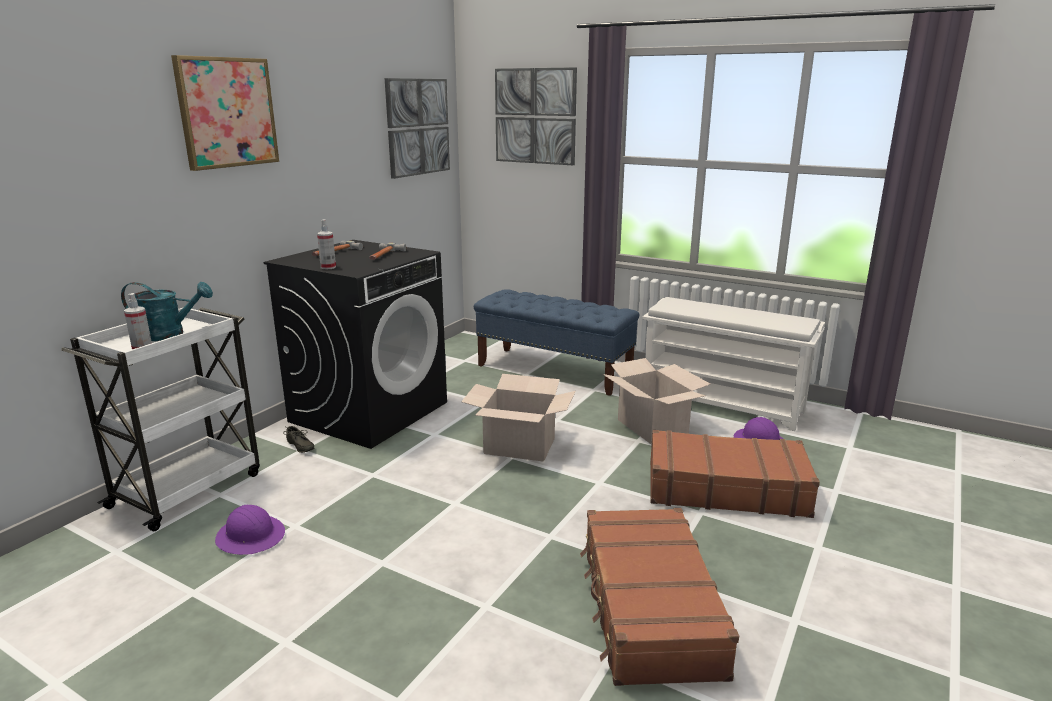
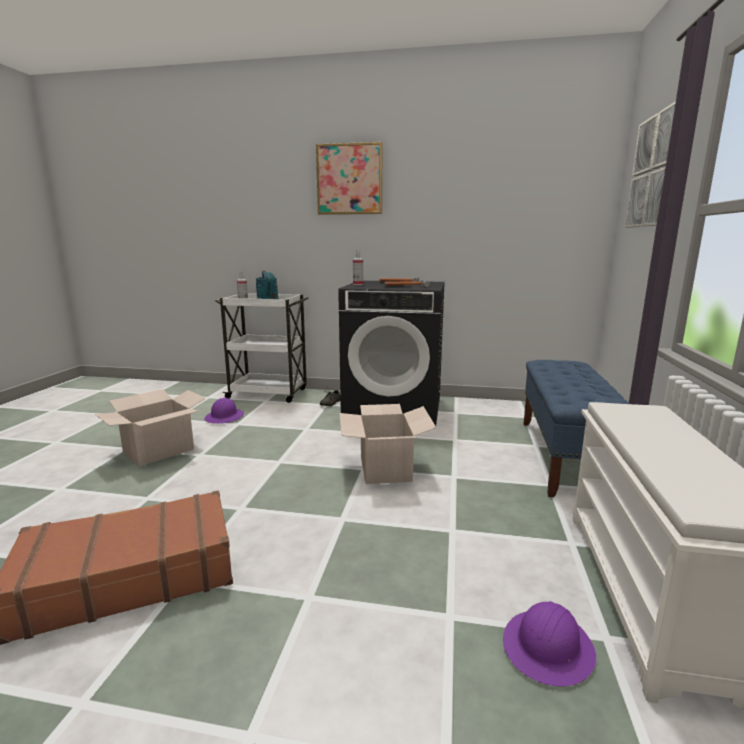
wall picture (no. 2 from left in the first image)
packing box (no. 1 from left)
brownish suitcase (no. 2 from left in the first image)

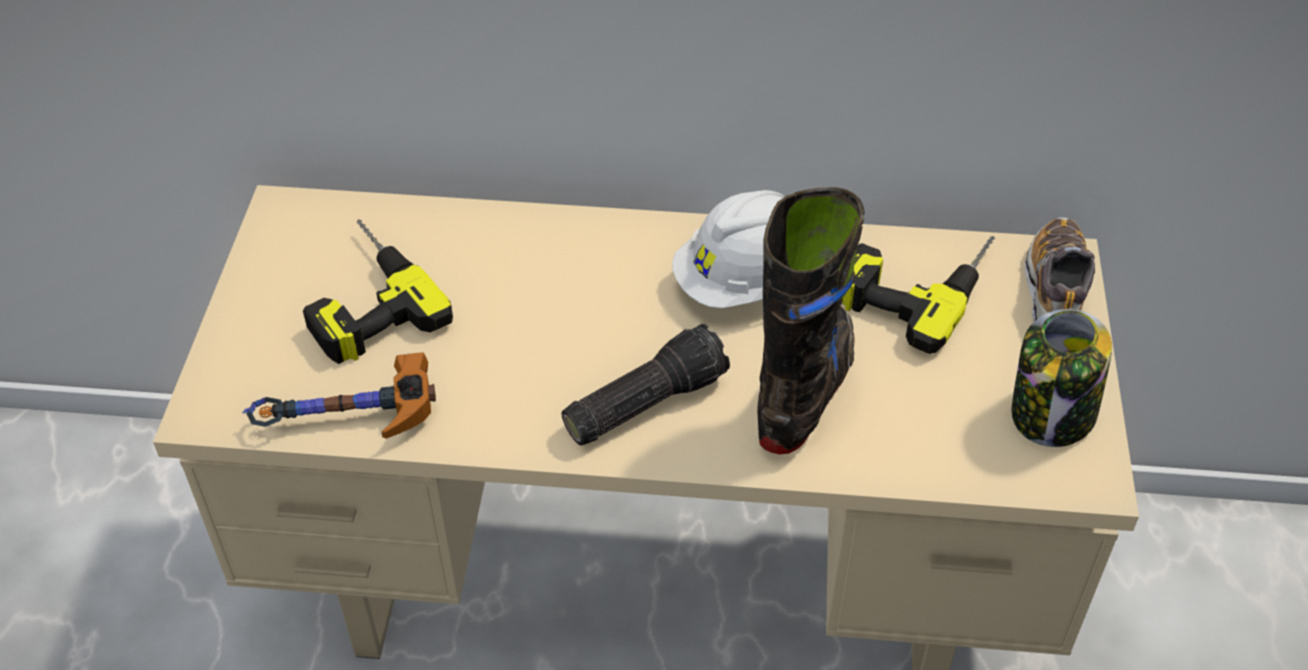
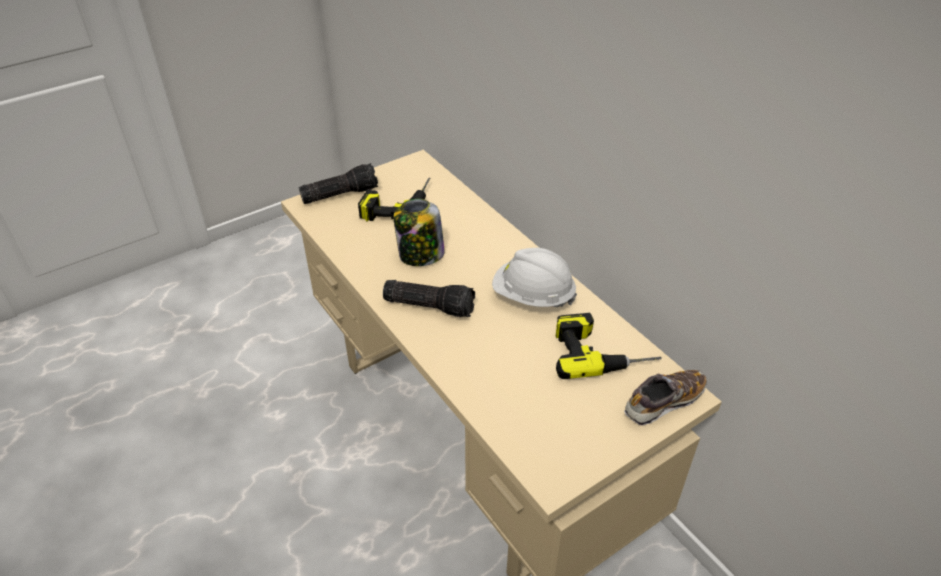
black-coloured boot
storage jar
hand hammer
flashlight (no. 1 from left)

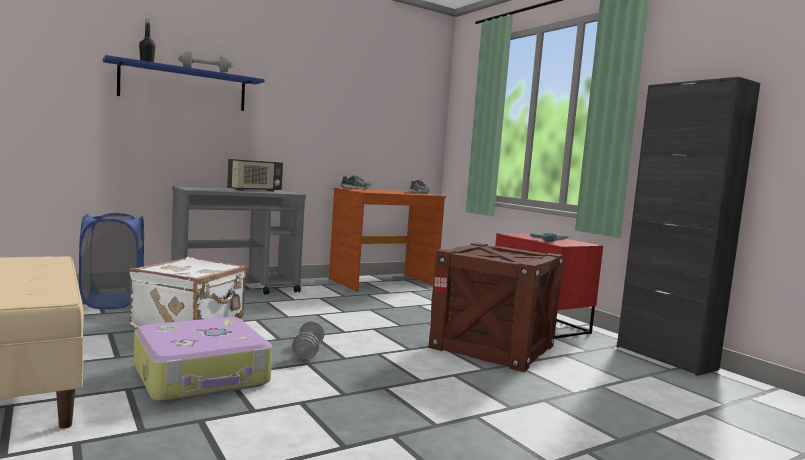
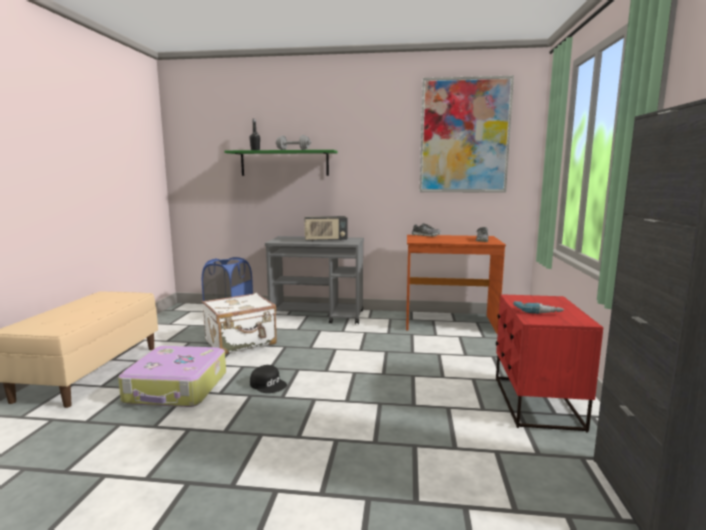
greenish shelf
shipping crate
black-coloured baseball cap
wall picture

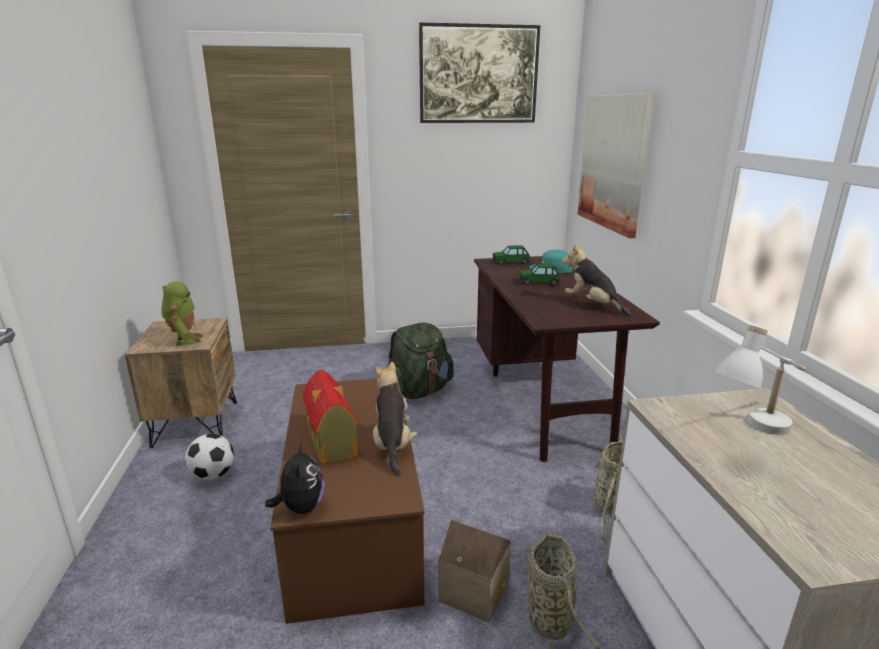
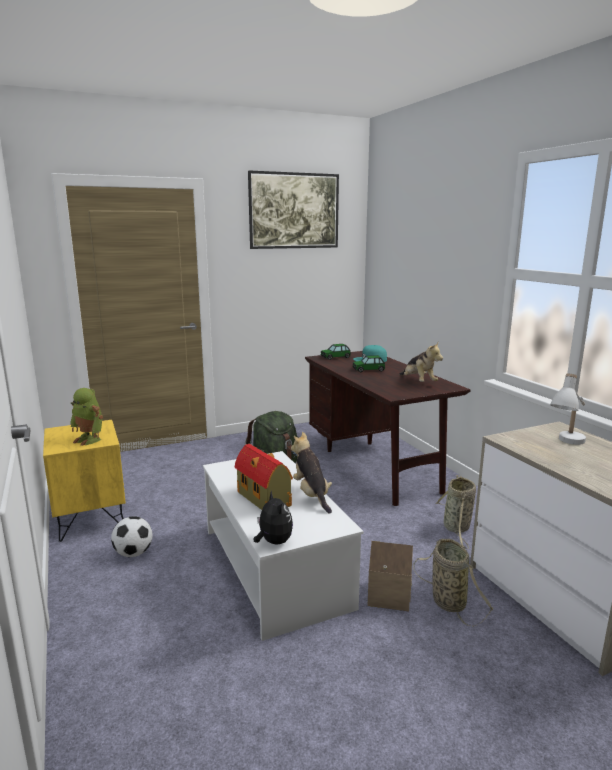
wall picture (no. 2 from left in the first image)
cuddly toy (no. 3 from left)
toy robot
yellow-coloured night table
white-coloured coffee table

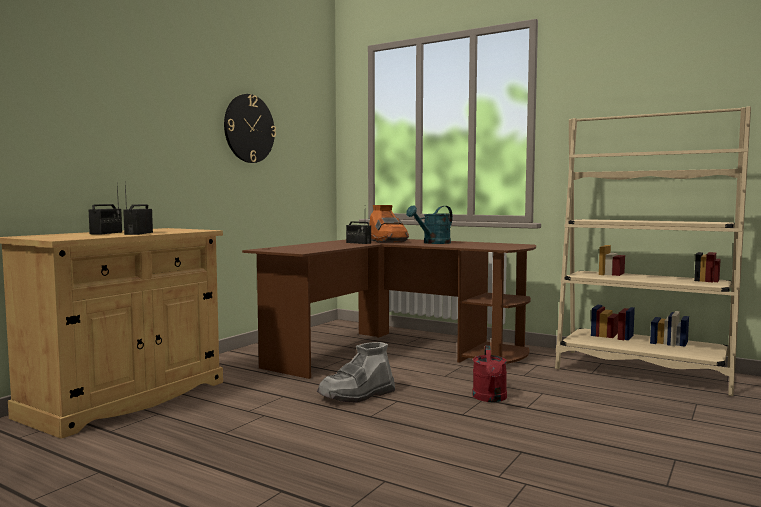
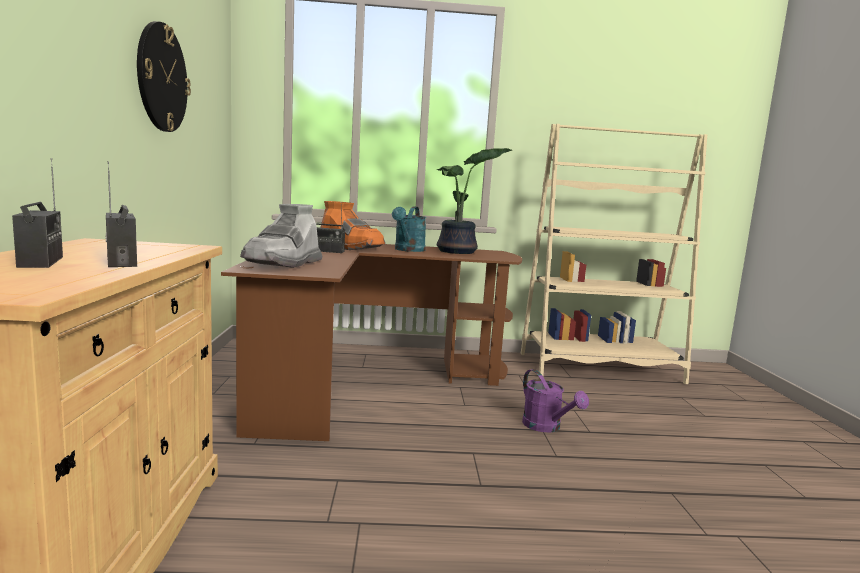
greyish boot
purplish watering pot
plant in a pot

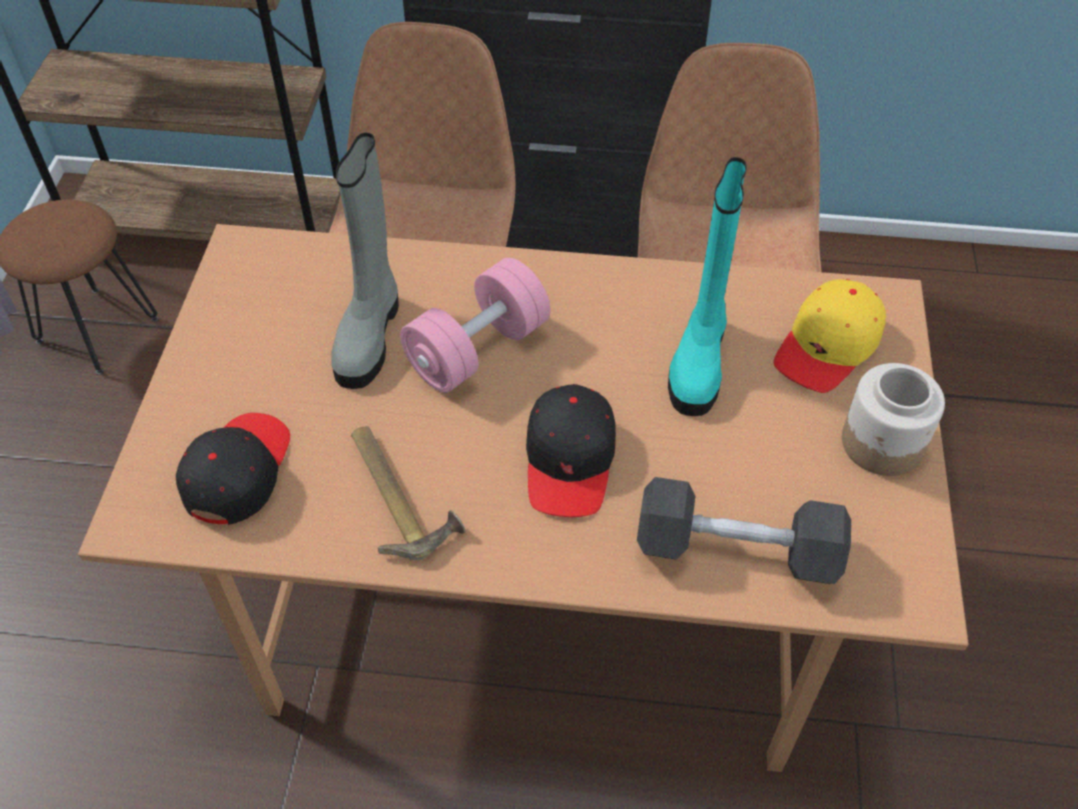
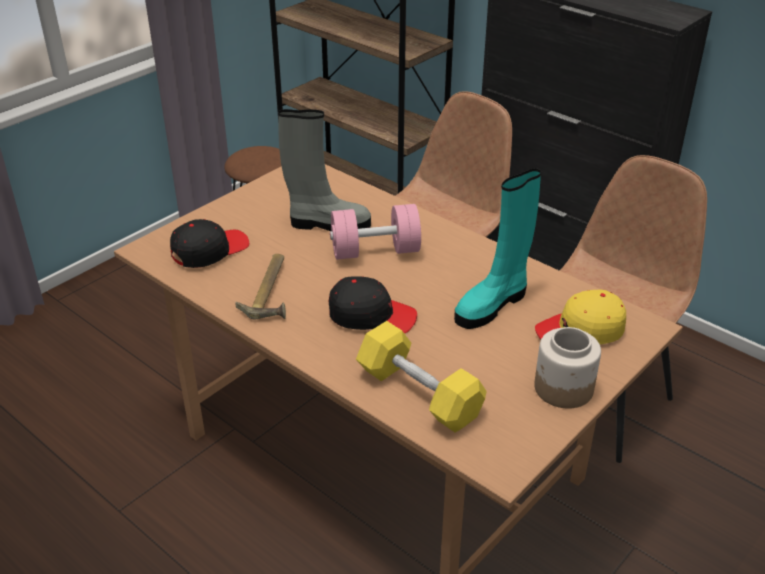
greyish boot
black-coloured baseball cap (no. 2 from left)
yellow-coloured hand weight

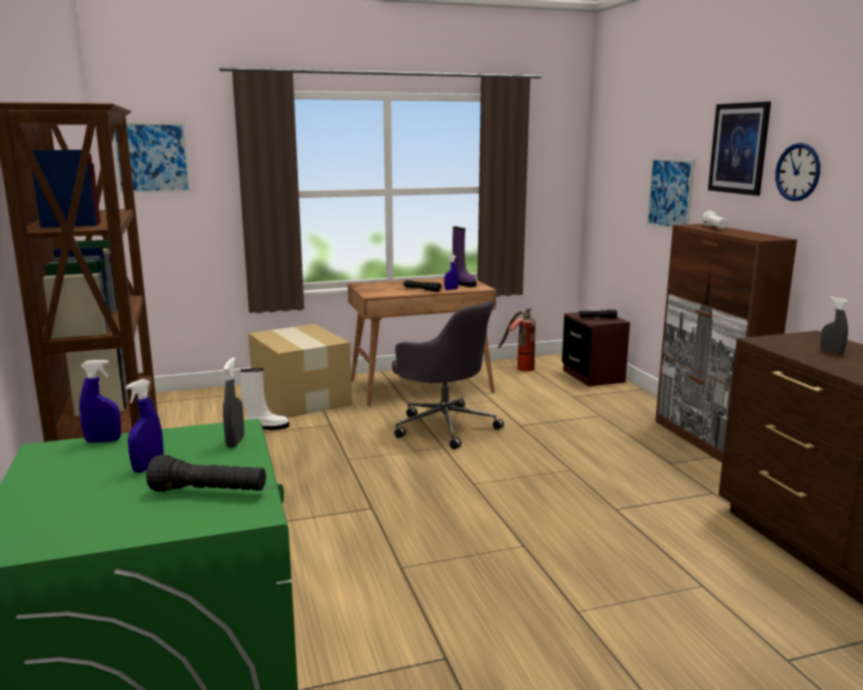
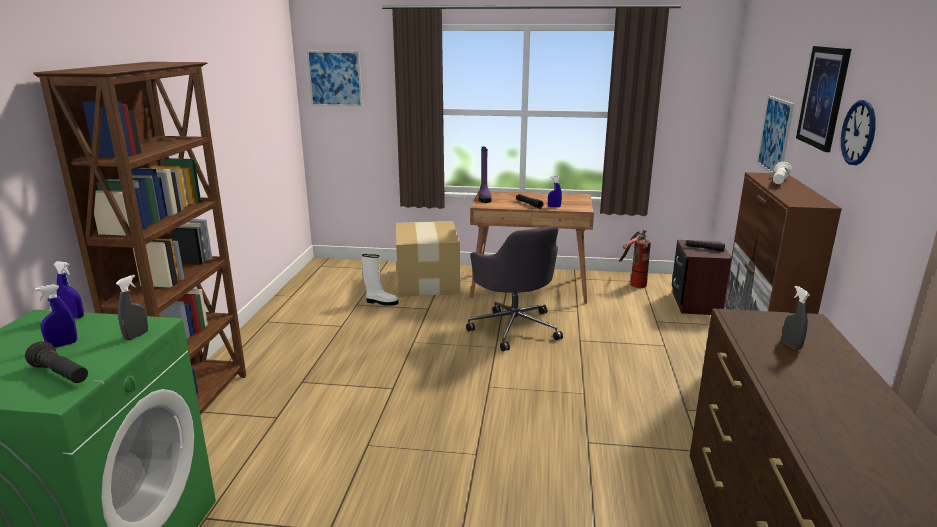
purplish boot

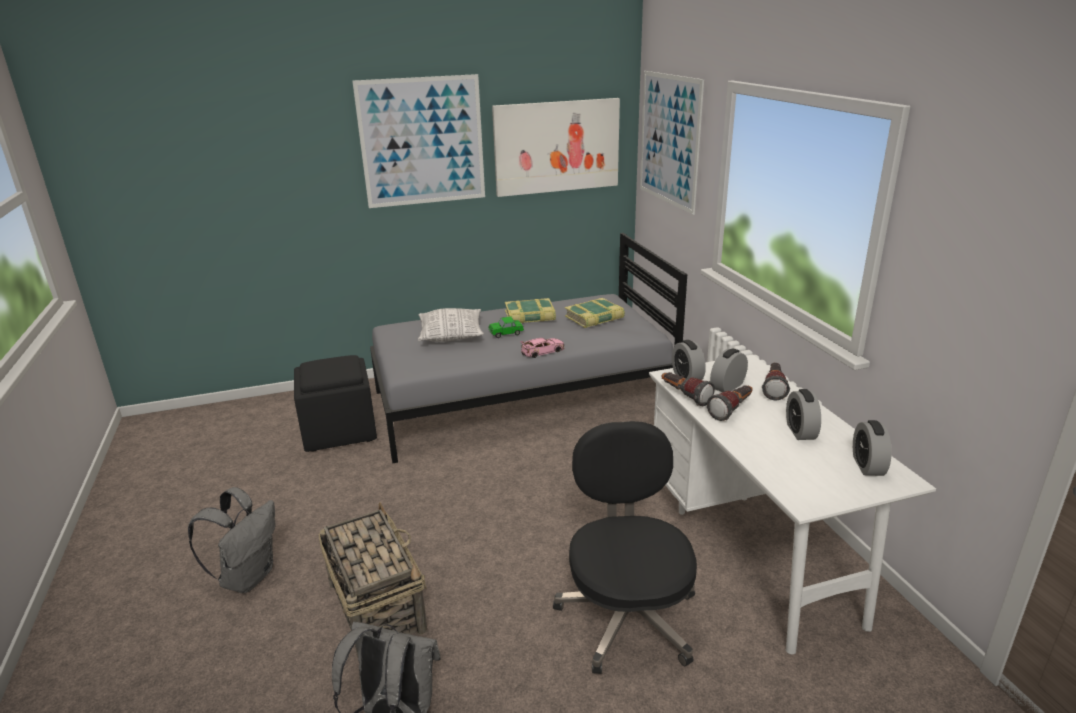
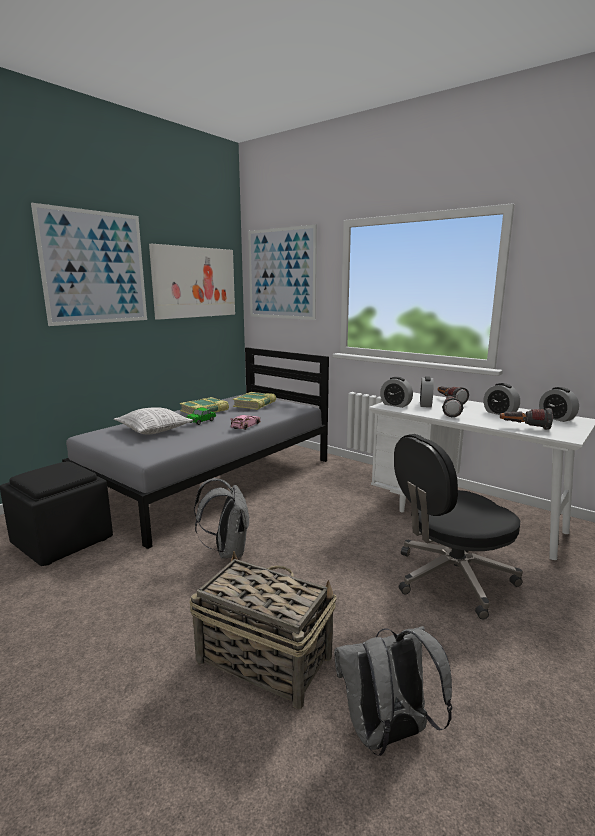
flashlight (no. 3 from left)
black-coloured computer chair
greyish knapsack (no. 1 from left)

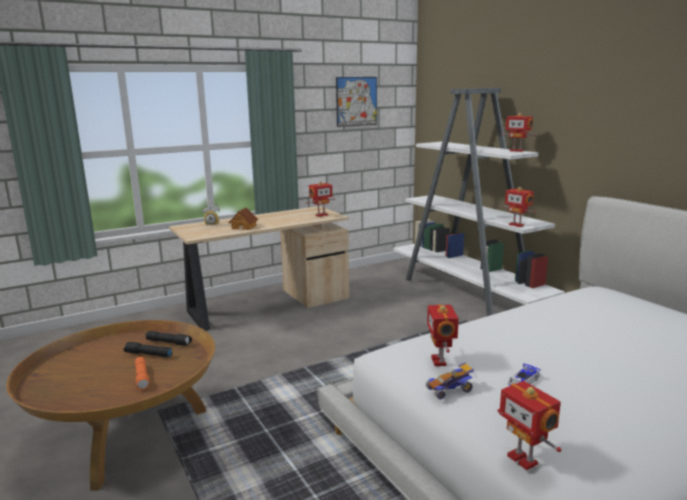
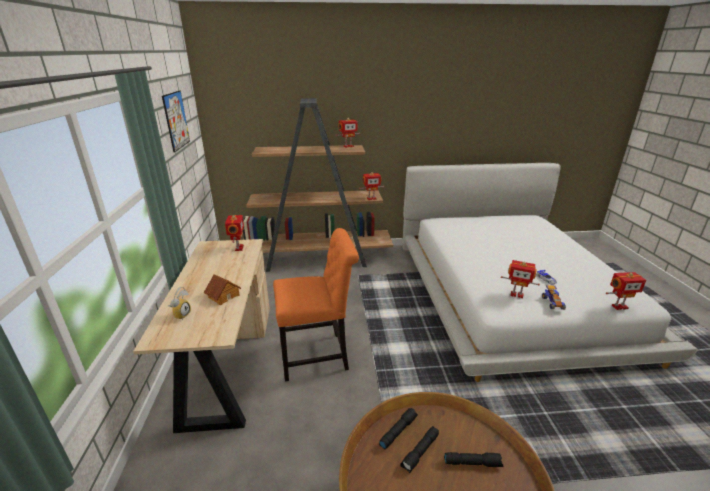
brownish bookshelf
black-coloured flashlight (no. 3 from left)
orange plain chair

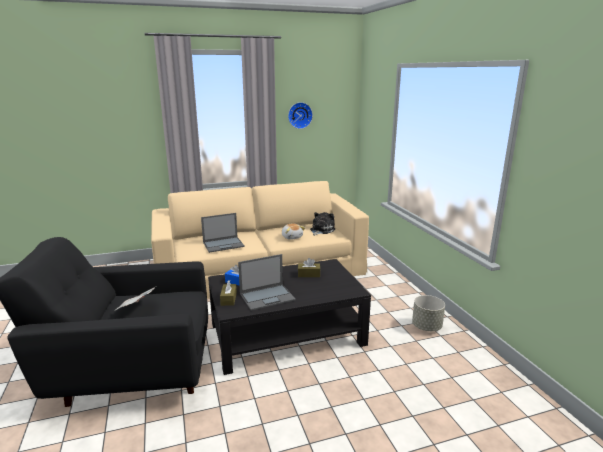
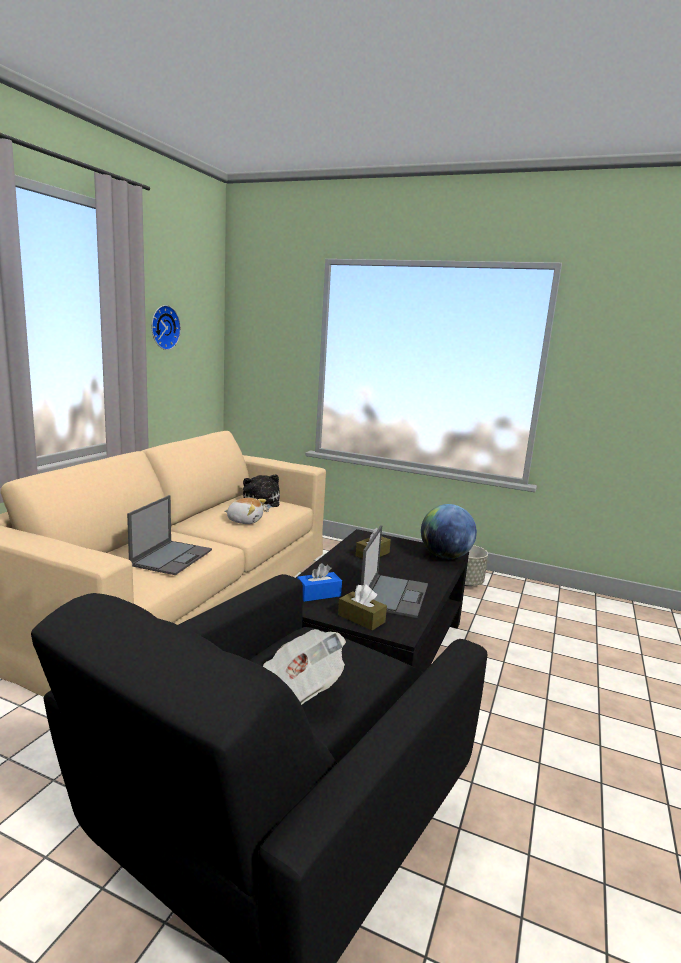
desk globe

